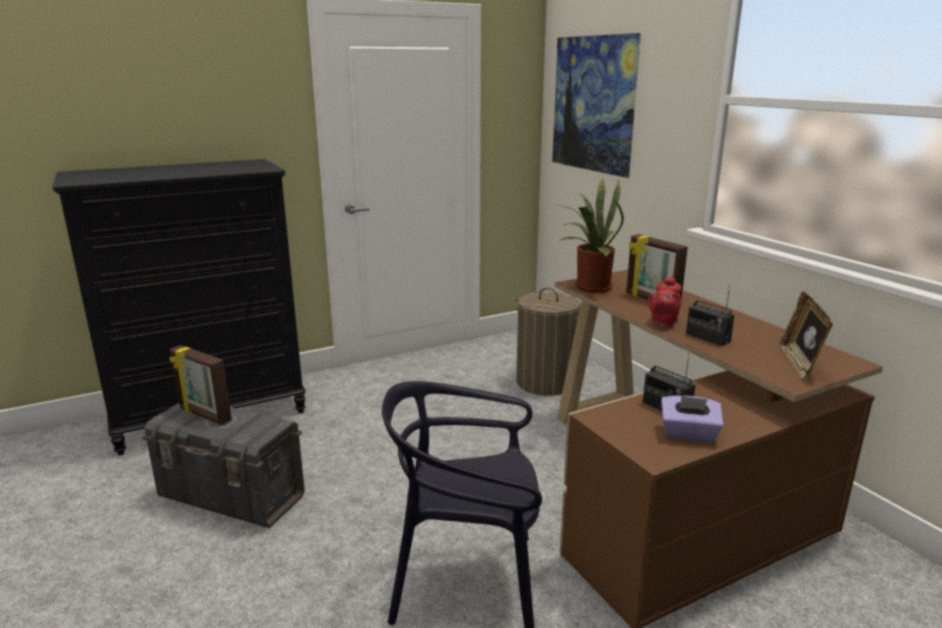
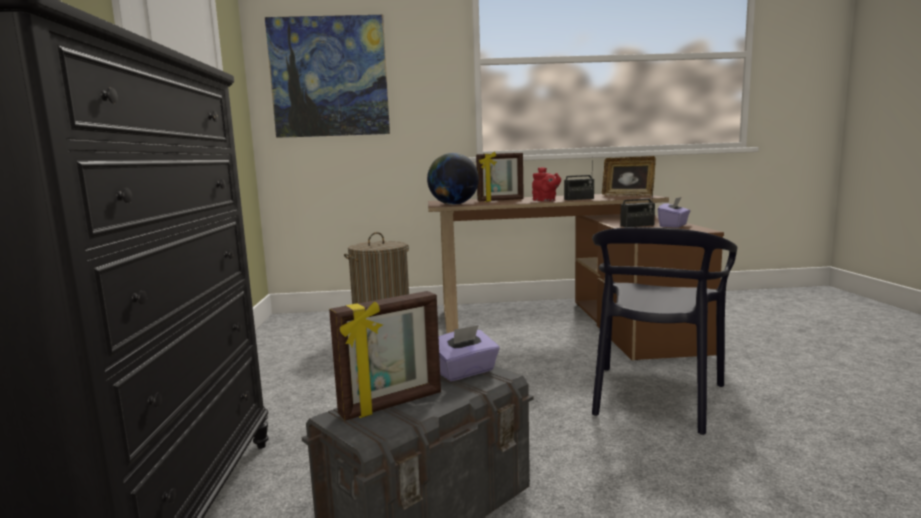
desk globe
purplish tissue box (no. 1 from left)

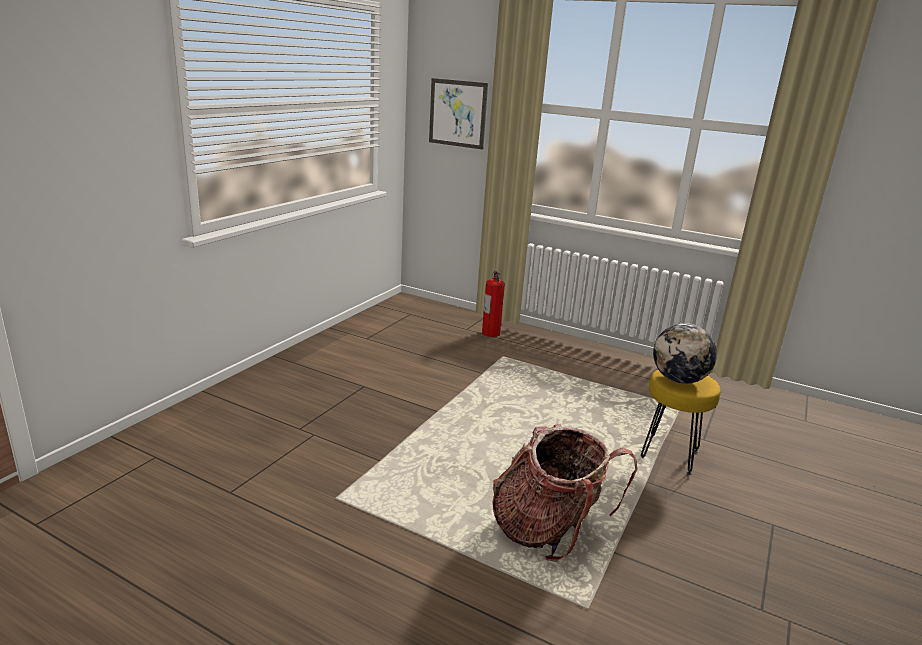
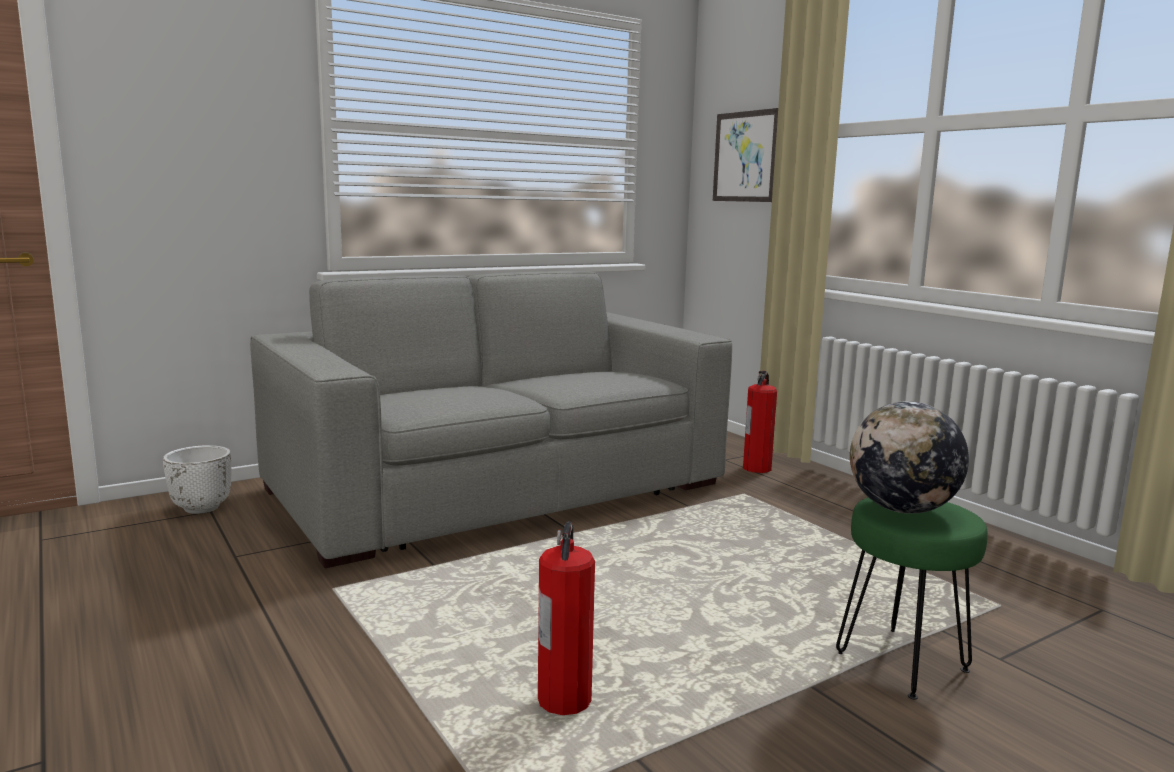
greenish stool seat
extinguisher (no. 1 from left)
greyish settee
white-coloured planter

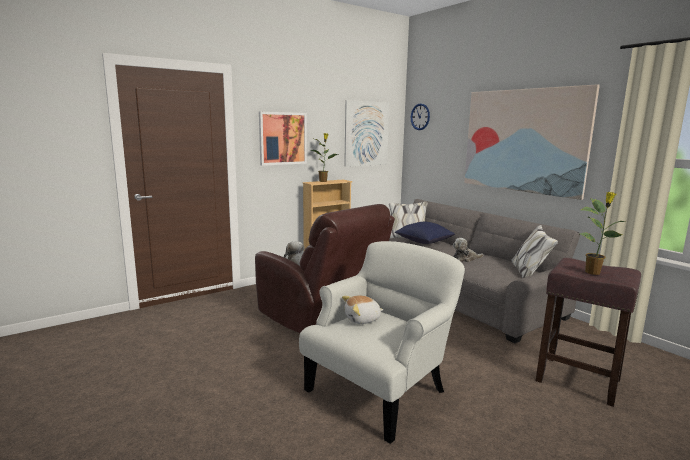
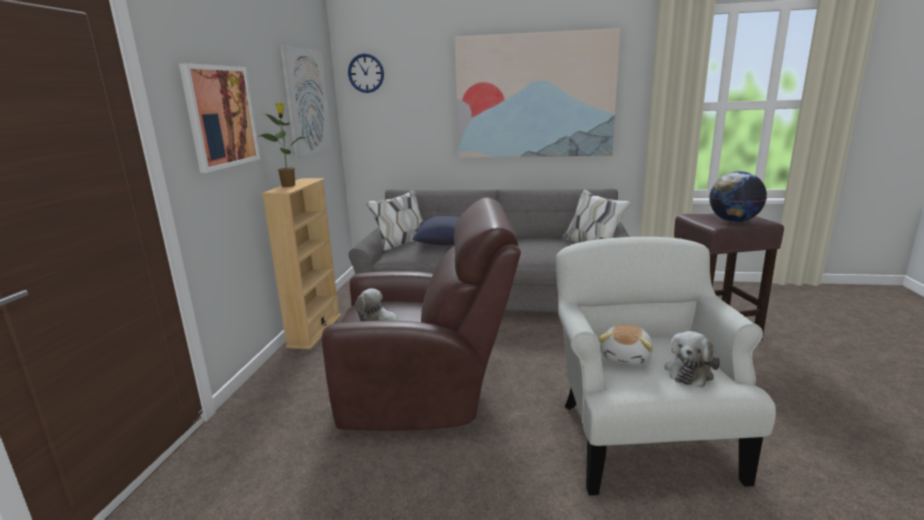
desk globe
cuddly toy (no. 3 from left)

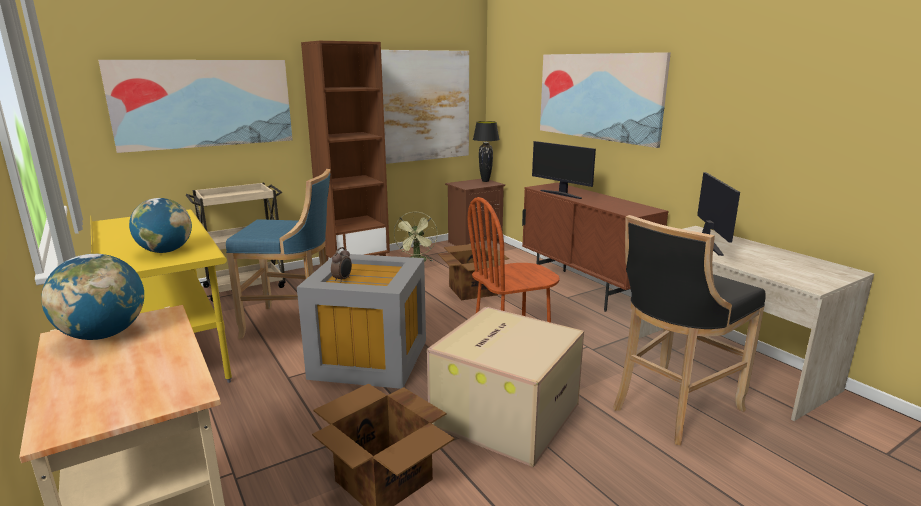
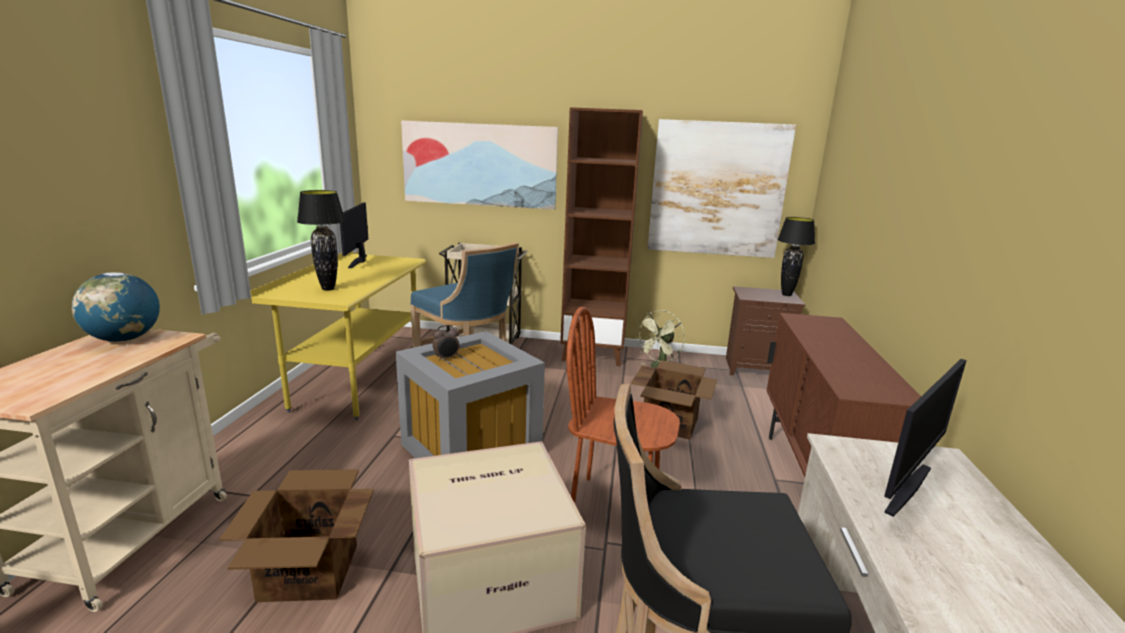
wall picture (no. 3 from left in the first image)
monitor (no. 1 from left)
black-coloured table lamp (no. 1 from left)

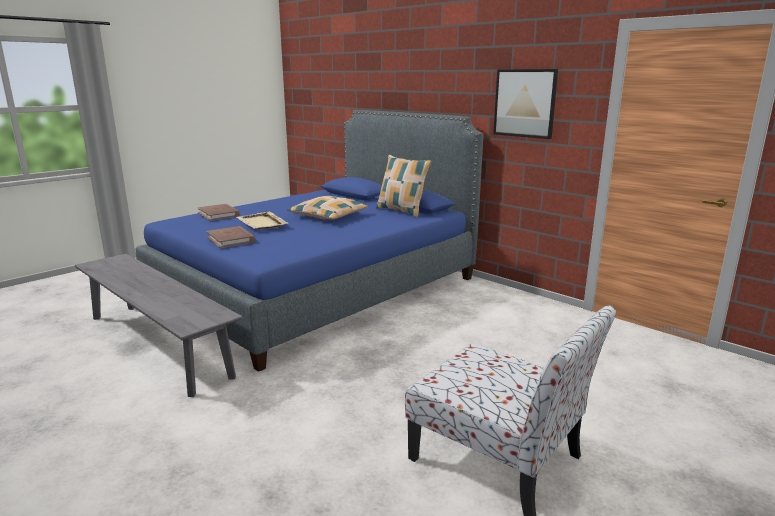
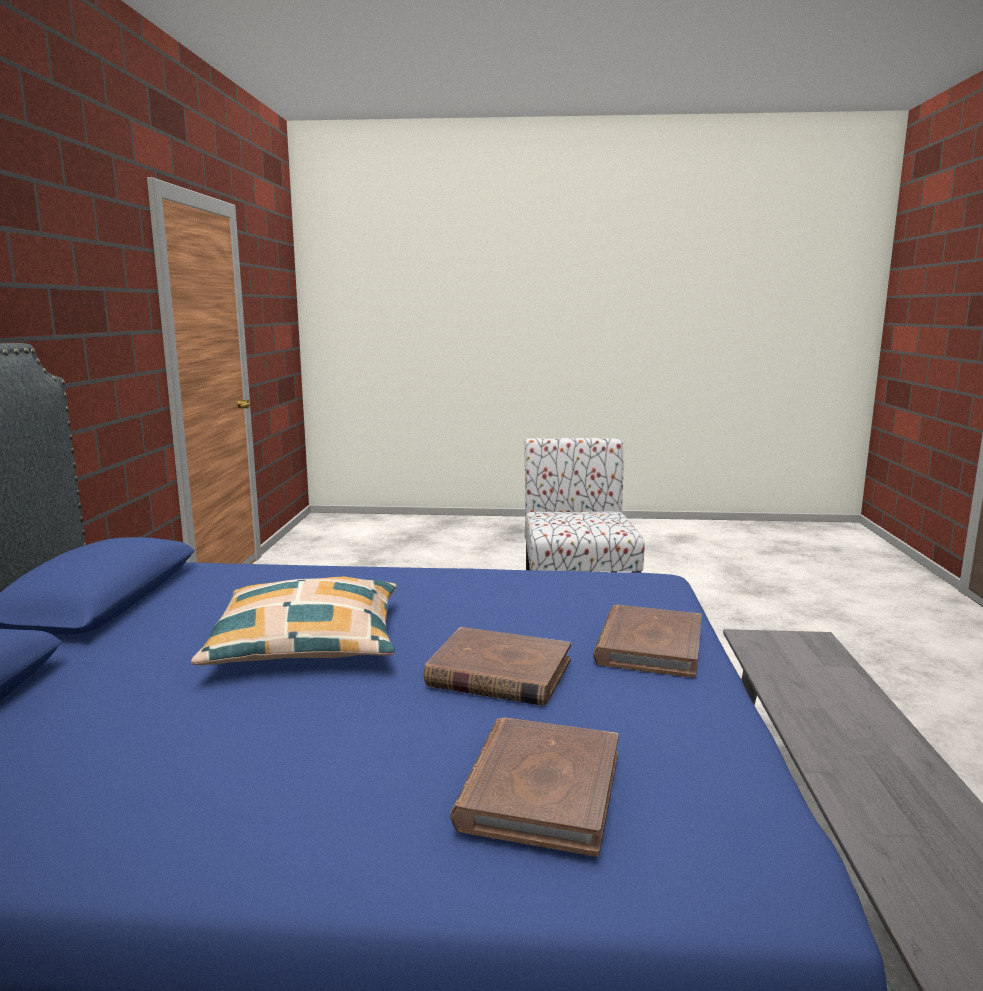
wall picture
cushion (no. 2 from left in the first image)
brownish volume (no. 1 from left)

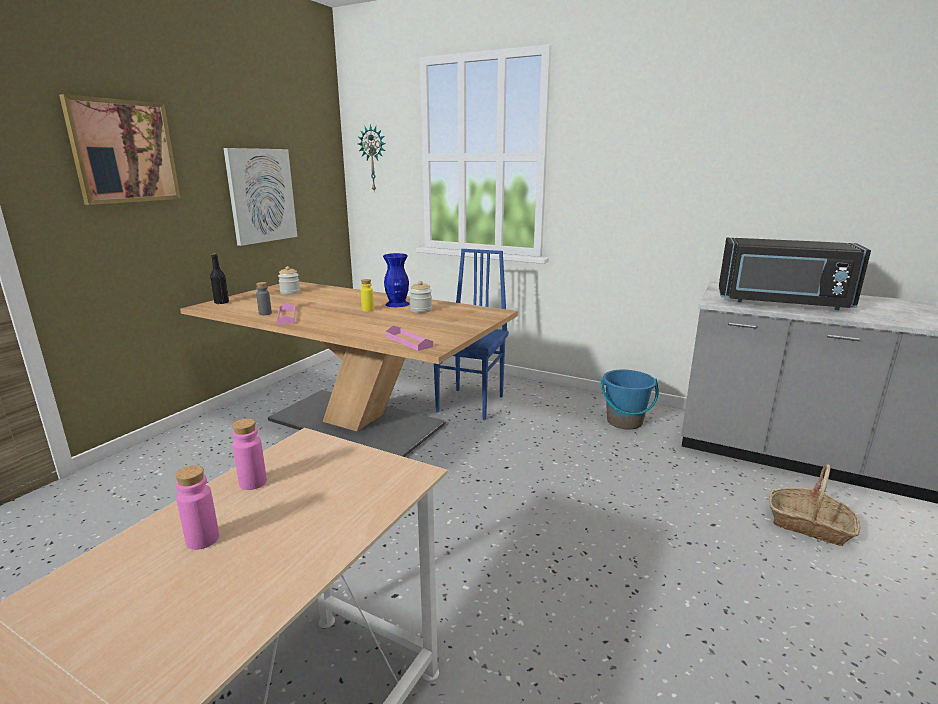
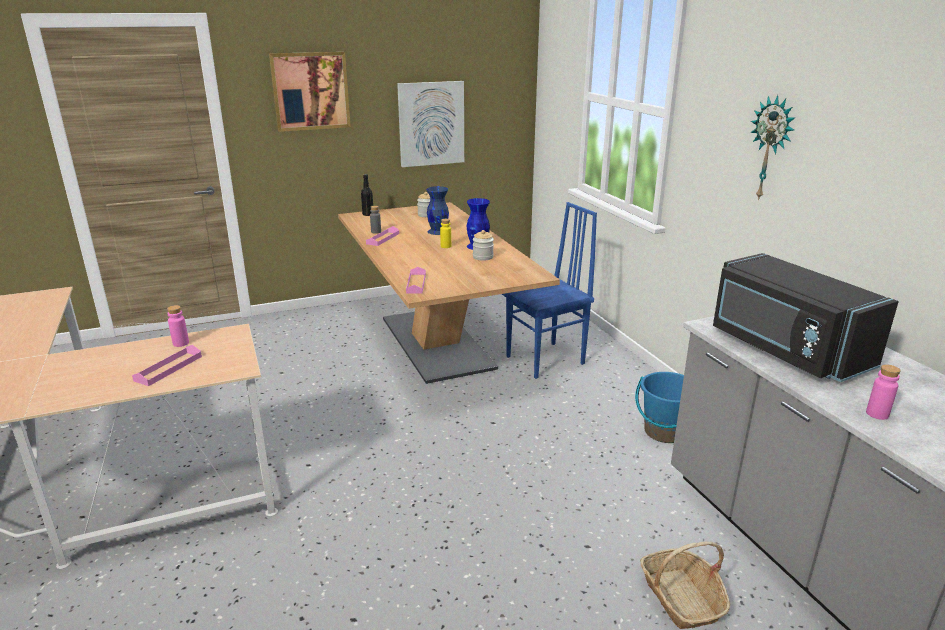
hanging clock
pink bottle (no. 2 from left)
bluish flower vase (no. 1 from left)
pink carrying tray (no. 1 from left)

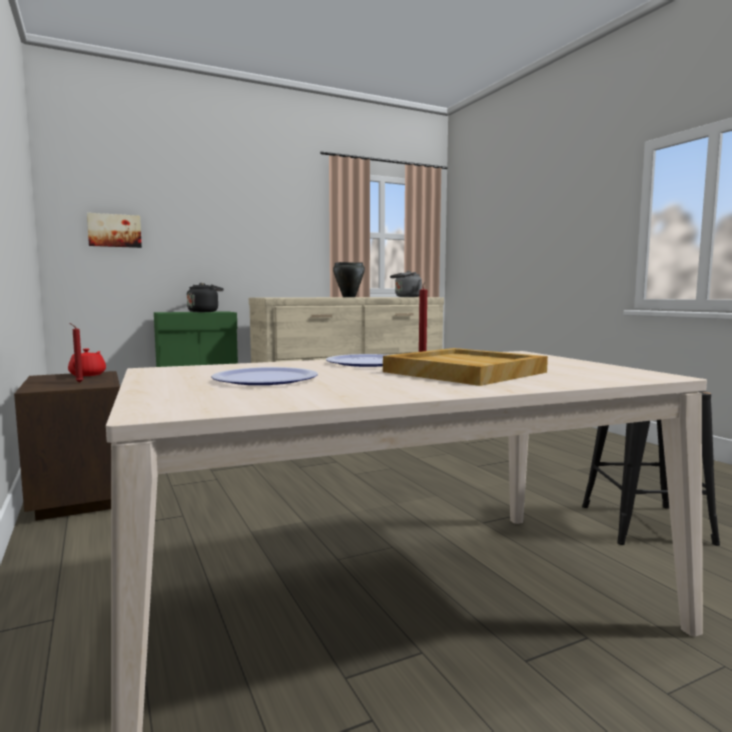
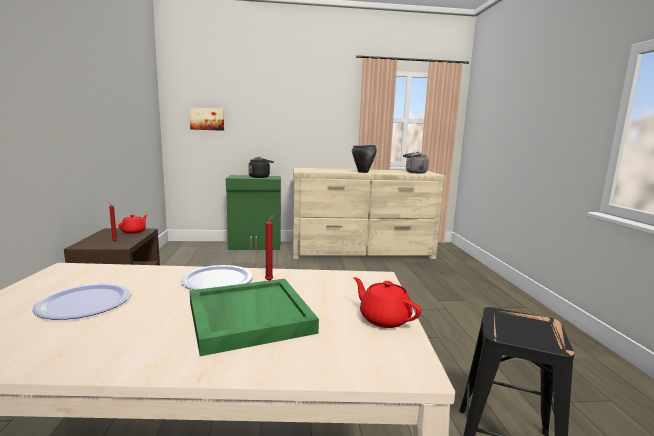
greenish carrying tray
reddish pot for tea (no. 2 from left)

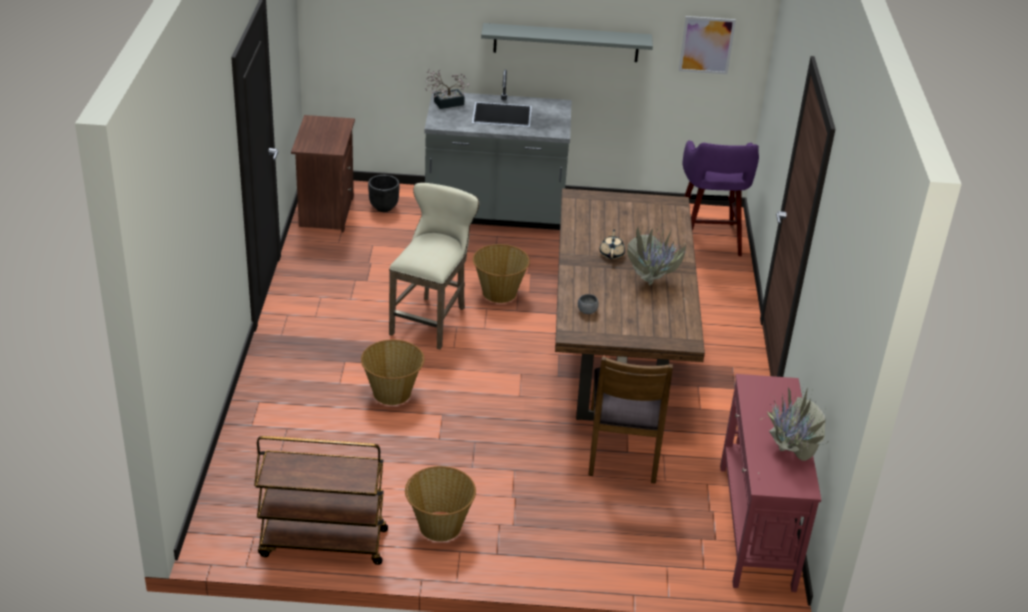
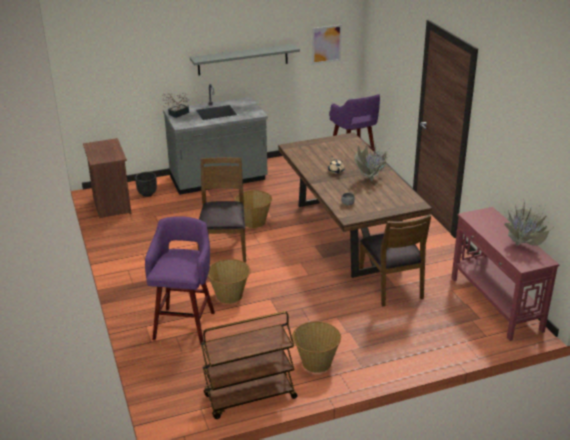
brownish plain chair (no. 1 from left)
purplish stool seat (no. 1 from left)

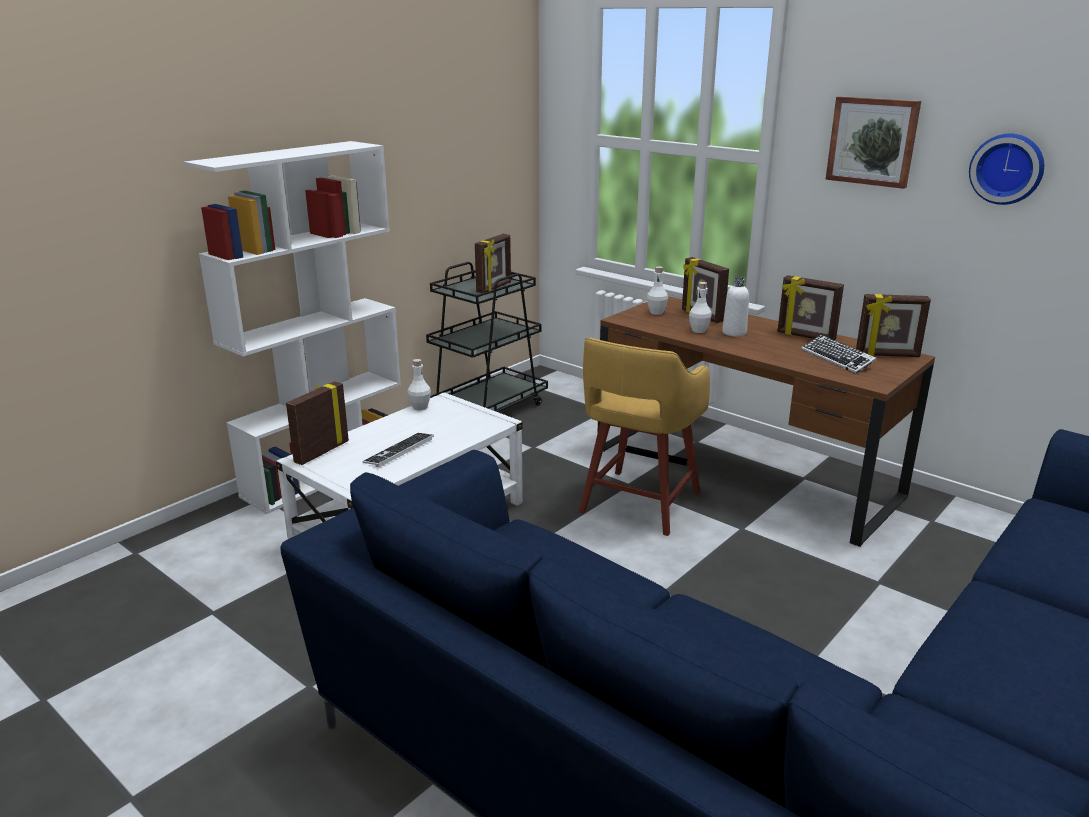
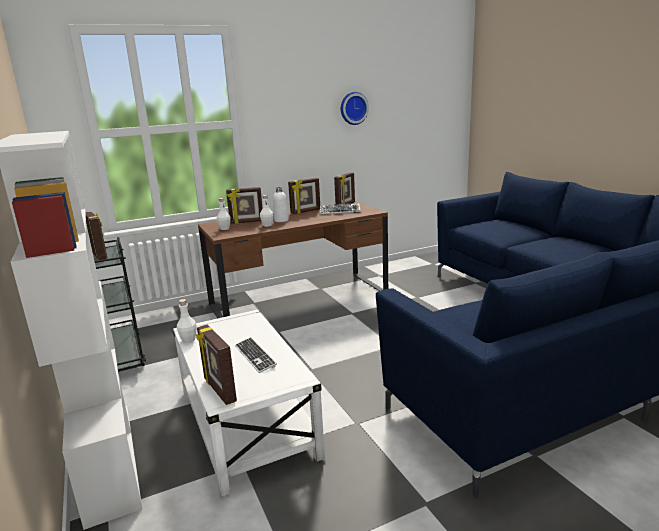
wall picture
yellow-coloured stool seat

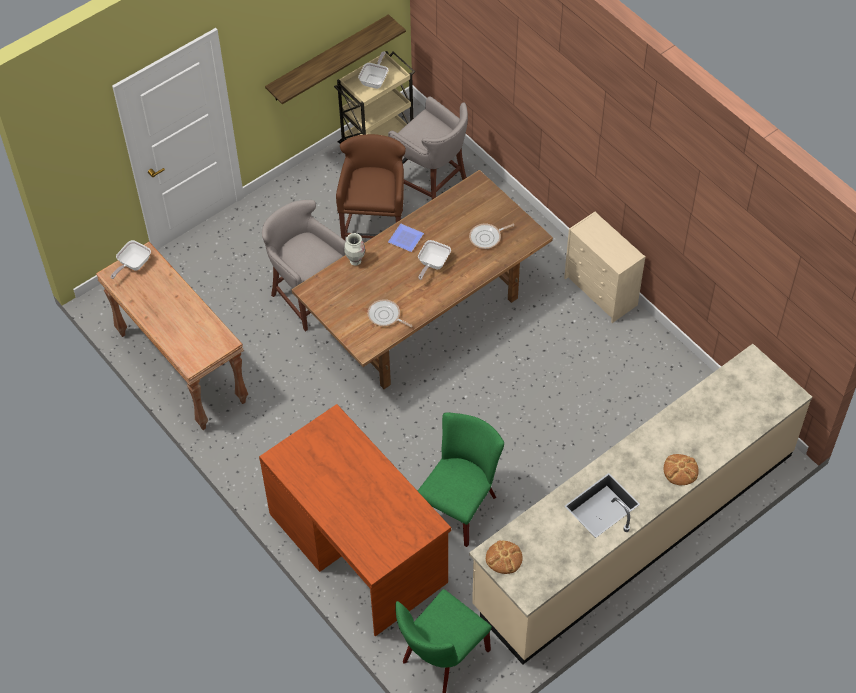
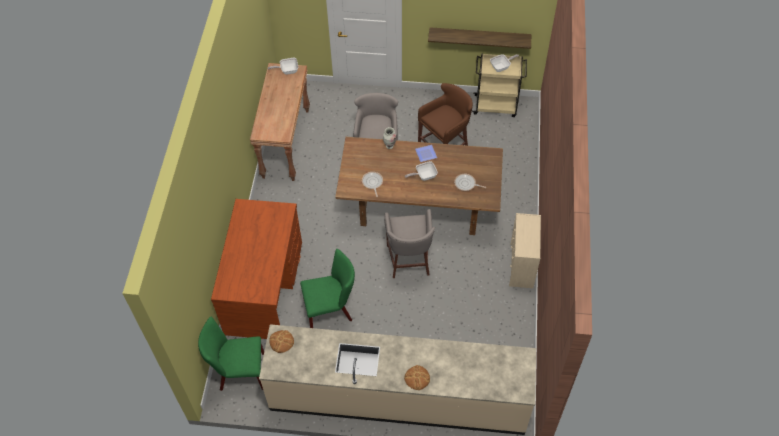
greyish stool seat (no. 2 from left)

